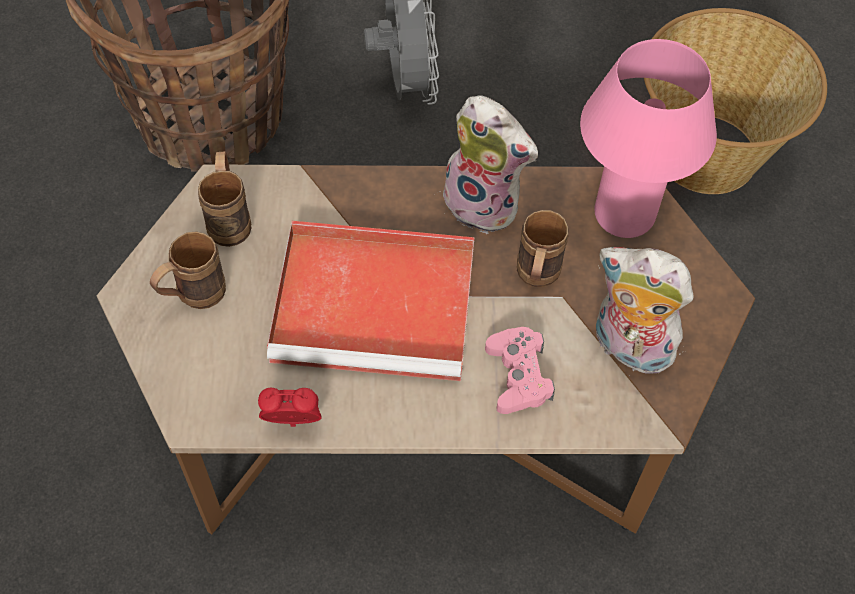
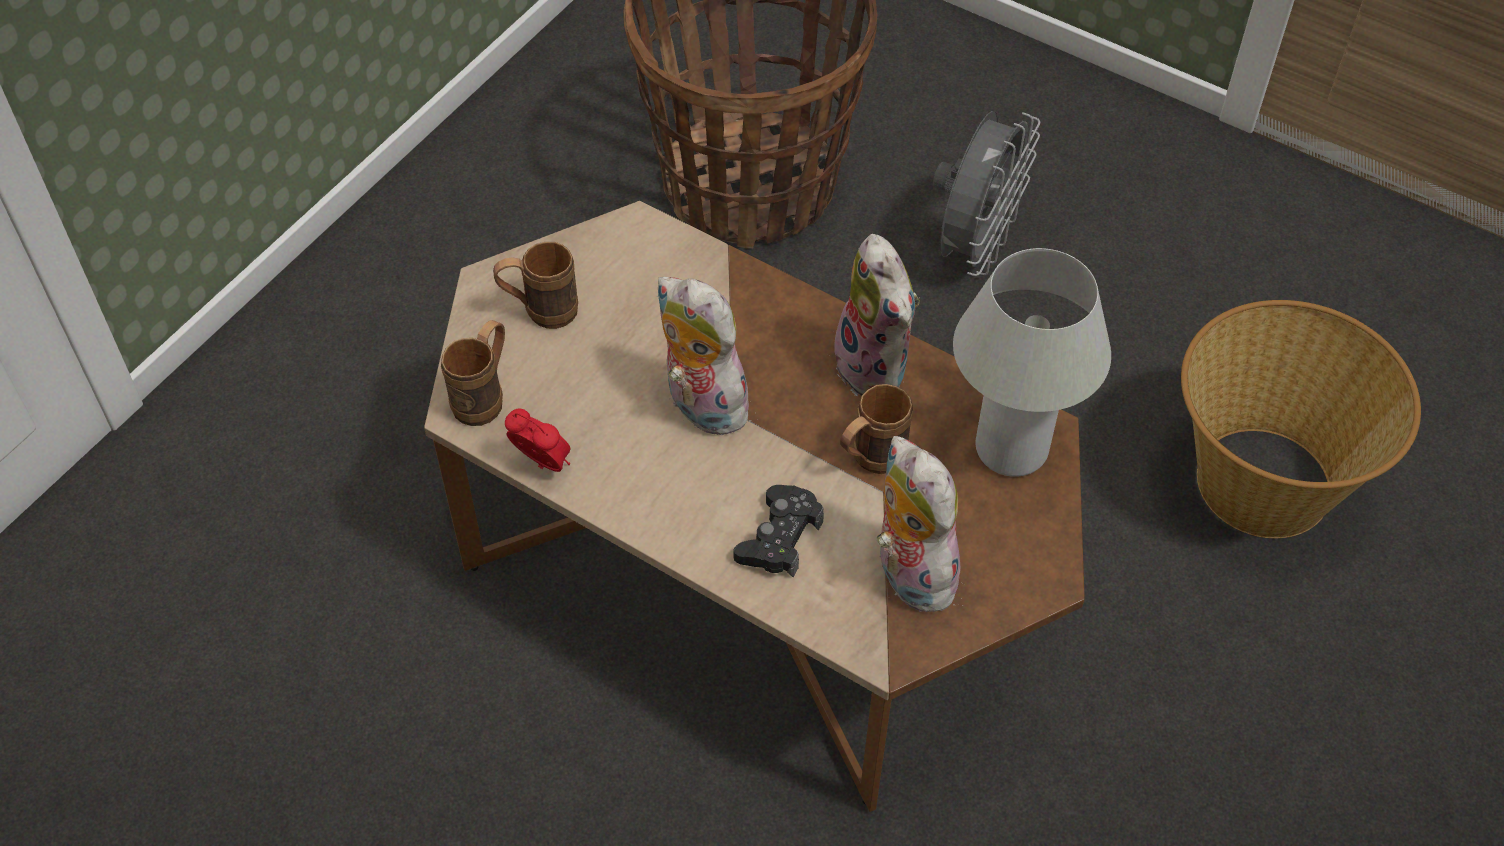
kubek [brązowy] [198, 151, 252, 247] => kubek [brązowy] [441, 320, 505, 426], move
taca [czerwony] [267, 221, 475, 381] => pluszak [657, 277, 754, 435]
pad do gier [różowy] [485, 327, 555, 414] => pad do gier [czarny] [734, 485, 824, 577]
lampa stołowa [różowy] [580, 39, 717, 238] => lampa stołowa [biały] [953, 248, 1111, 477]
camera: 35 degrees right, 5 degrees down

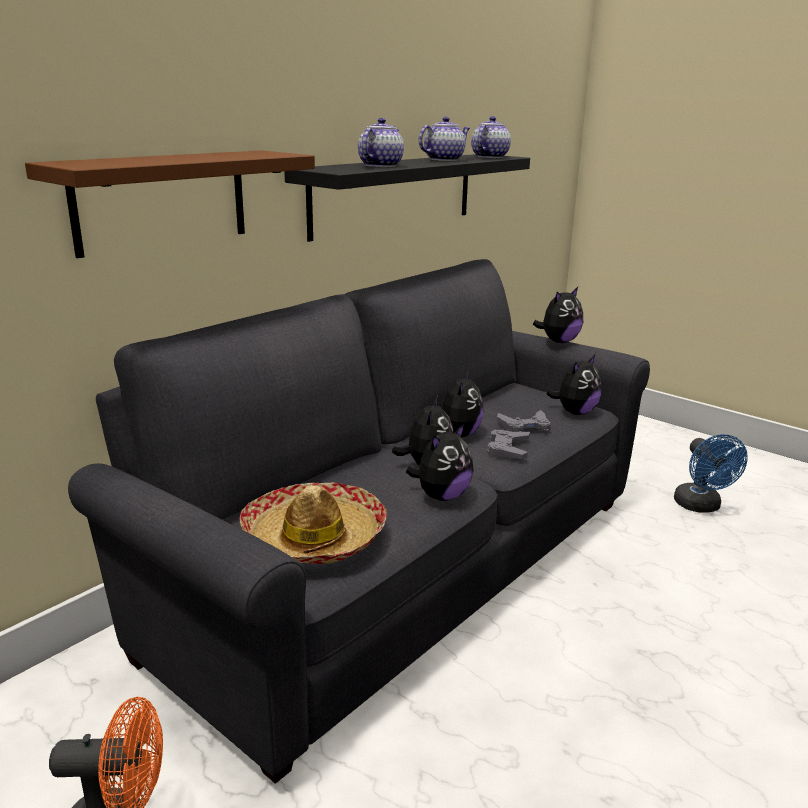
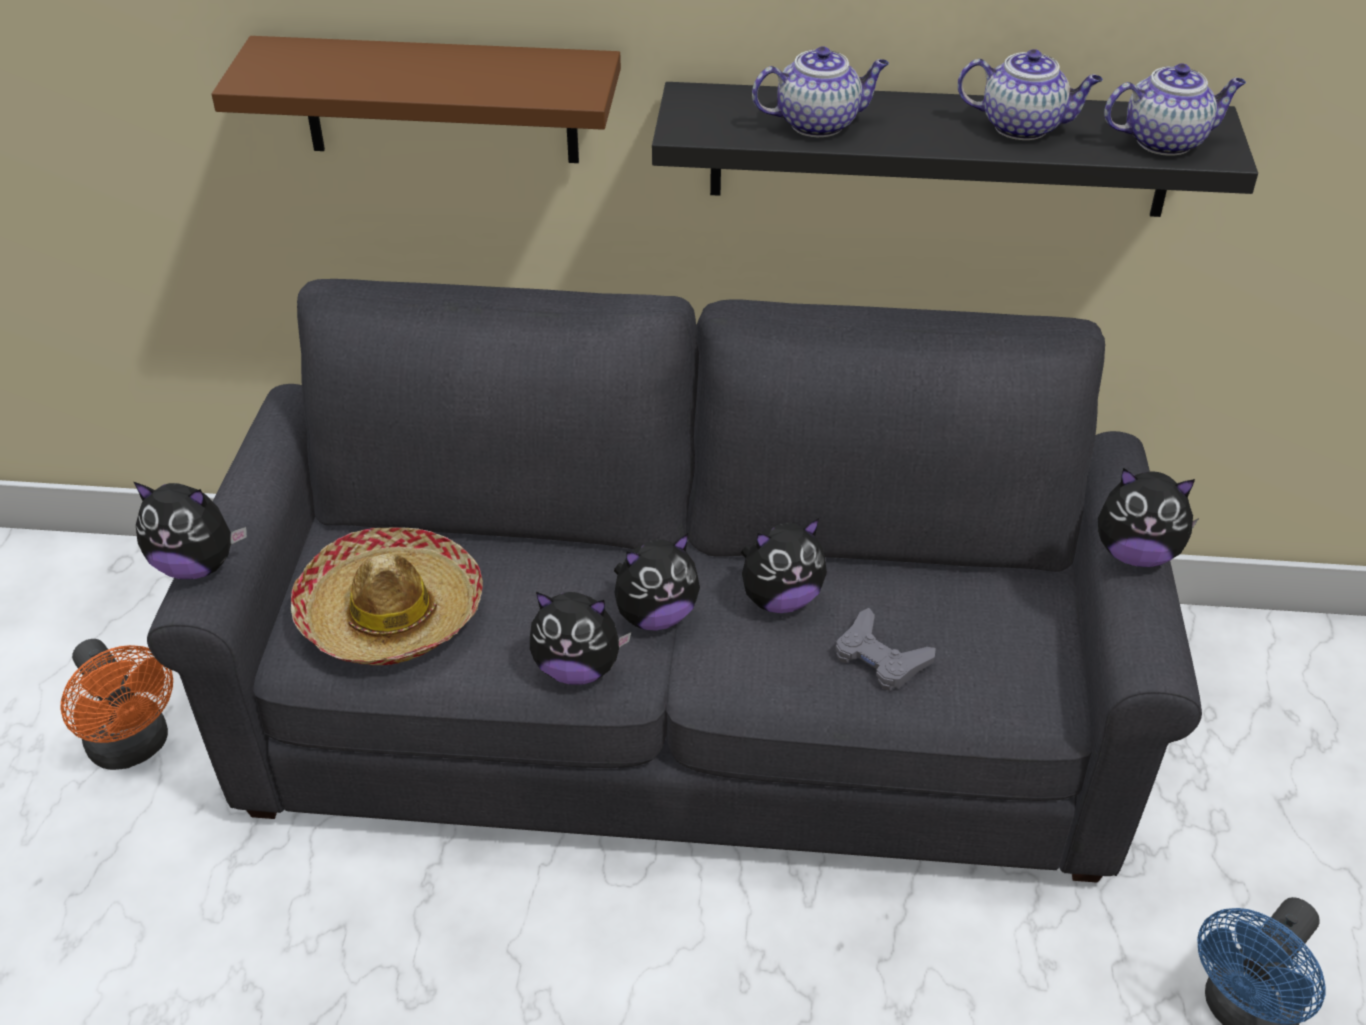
pad do gier [szary] [487, 429, 530, 459] => nothing
pluszak [546, 355, 601, 415] => pluszak [134, 482, 247, 579], move
camera: 55 degrees right, 20 degrees up

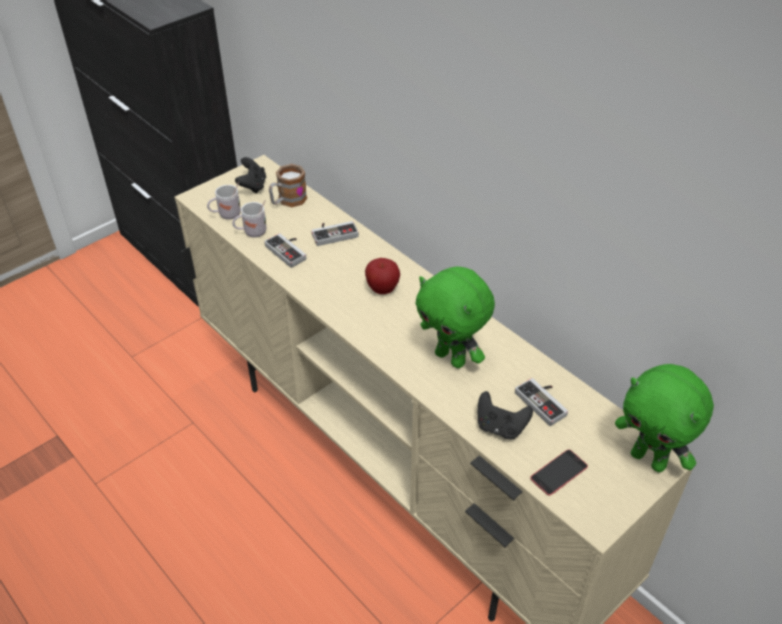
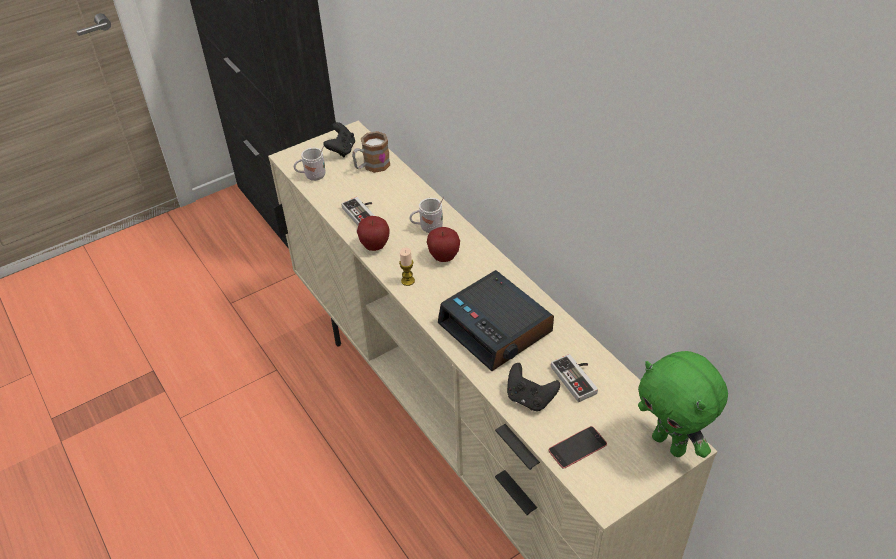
kubek [biały] [232, 200, 267, 238] => kubek [biały] [410, 197, 444, 233], move
pad do gier [311, 221, 359, 246] => nothing
pluszak [zielony] [415, 266, 495, 368] => budzik [438, 270, 554, 371]
nothing => jabłko [357, 216, 390, 251]
nothing => świeca [399, 248, 415, 286]
camera: 10 degrees right, 0 degrees up

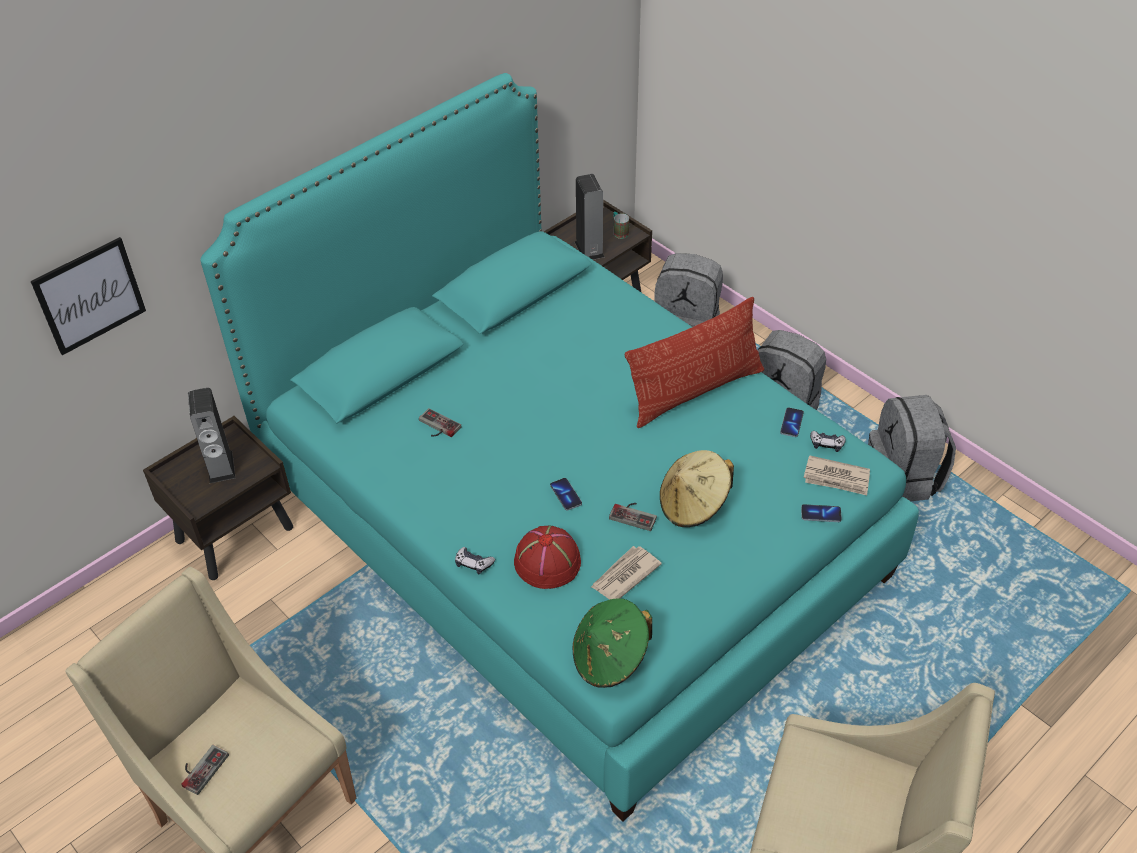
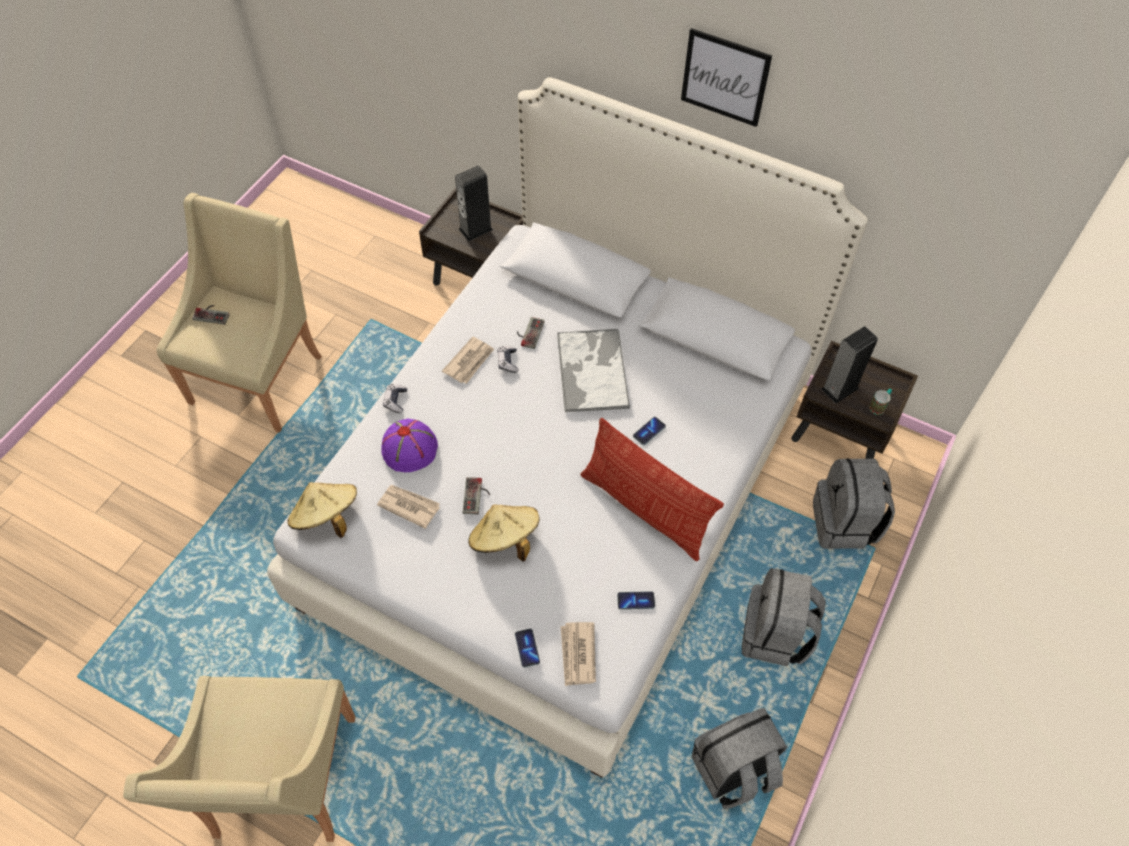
obraz [30, 237, 146, 355] => obraz [681, 28, 772, 127], move
łóżko [turkusowy] [200, 73, 919, 821] => łóżko [biały] [267, 77, 868, 778]
kapelusz [czerwony] [514, 526, 581, 589] => kapelusz [fioletowy] [381, 419, 438, 472]
telefon [550, 478, 582, 511] => telefon [633, 417, 666, 445], move
kapelusz [zielony] [573, 598, 652, 688] => kapelusz [beżowy] [287, 482, 357, 538]
pad do gier [810, 431, 846, 452] => pad do gier [497, 346, 518, 373], move
nothing => gazeta [442, 337, 494, 384]
nothing => taca [557, 328, 630, 412]
camera: 70 degrees right, 10 degrees up

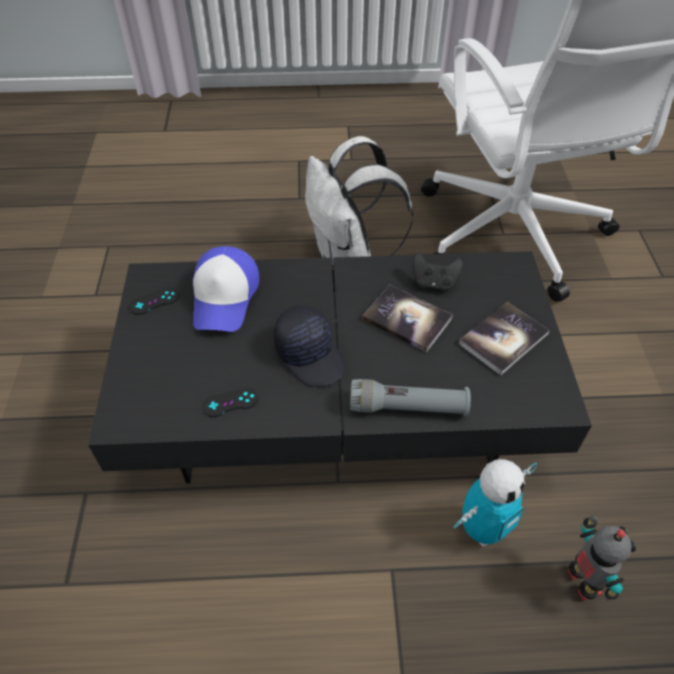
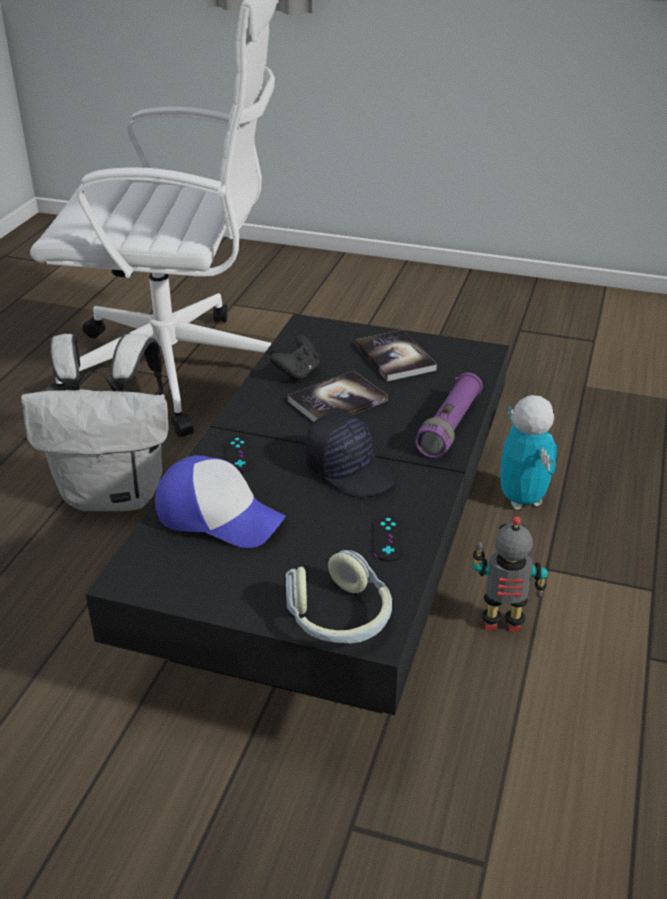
pad do gier [czarny] [129, 288, 179, 315] => pad do gier [czarny] [224, 435, 254, 473], move
czapka z daszkiem [czarny] [274, 305, 346, 387] => czapka z daszkiem [czarny] [305, 413, 395, 498], 60 degrees clockwise
latarka [szary] [350, 379, 471, 416] => latarka [fioletowy] [415, 373, 483, 458]
robot zabawkowy [568, 514, 636, 601] => robot zabawkowy [473, 517, 548, 632], move
nothing => słuchawki [286, 550, 392, 643]
camera: 70 degrees left, 15 degrees down

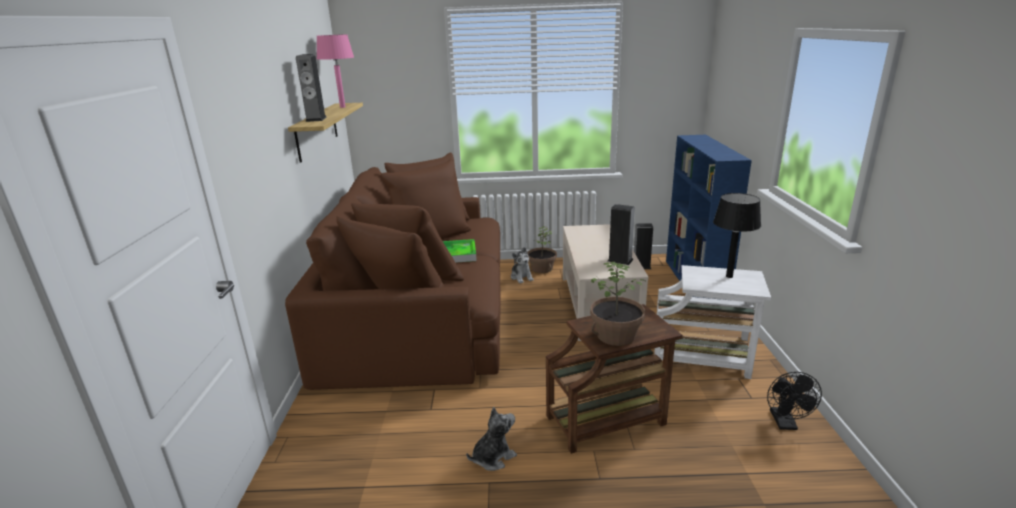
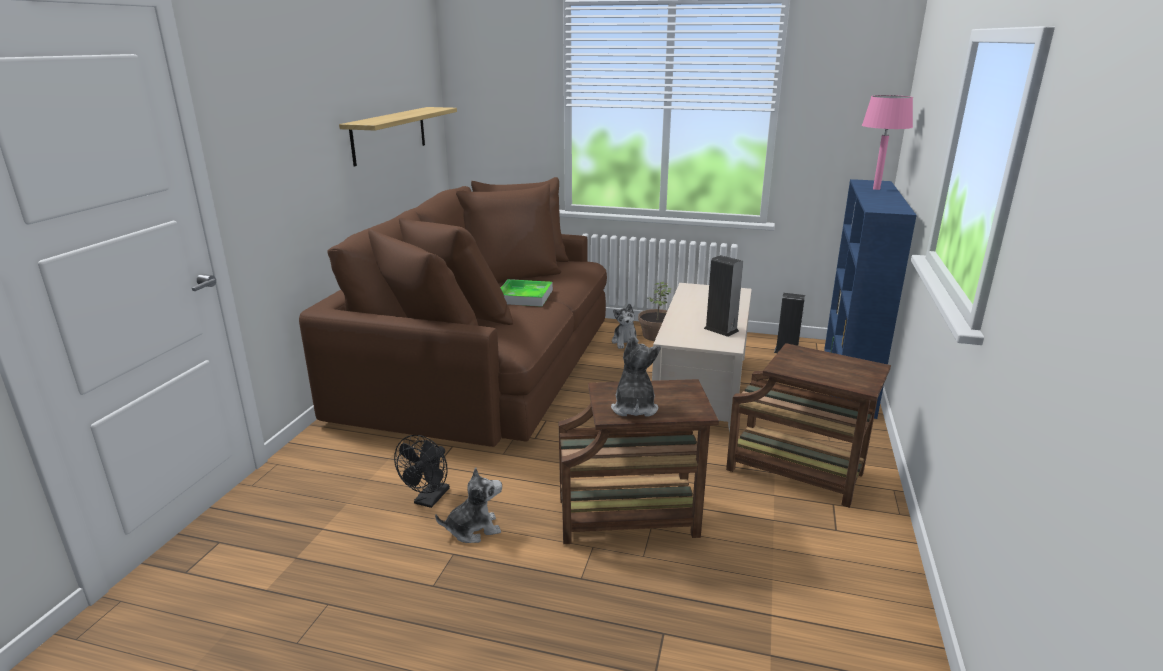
głośnik [296, 54, 326, 122] => nothing
lampa stołowa [różowy] [317, 35, 354, 108] => lampa stołowa [różowy] [862, 95, 913, 190], move
roślina doniczkowa [590, 262, 645, 346] => pluszak [611, 336, 661, 417]
stolik [biały] [654, 265, 771, 379] => stolik [brązowy] [726, 343, 891, 508]
lampa stołowa [czarny] [713, 193, 761, 278] => nothing
wentylator [czarny] [767, 372, 822, 430] => wentylator [czarny] [394, 435, 450, 508], move
camera: 15 degrees right, 0 degrees up

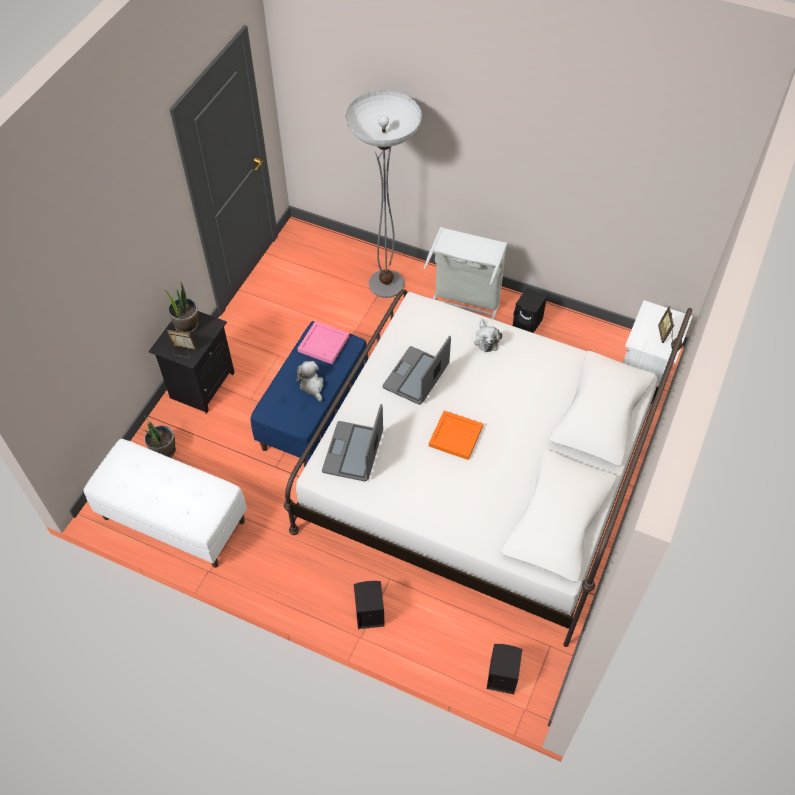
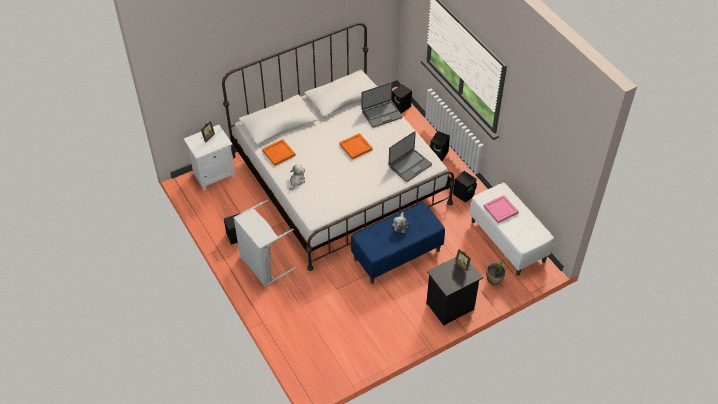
roślina doniczkowa [165, 282, 198, 333] => nothing
taca [różowy] [297, 321, 349, 364] => taca [różowy] [483, 195, 519, 223], move
lampa stojąca [345, 90, 422, 298] => nothing
laptop [382, 336, 451, 405] => laptop [362, 82, 403, 128], move
nothing => taca [pomarańczowy] [262, 139, 296, 166]
nothing => głośnik [czarny] [453, 171, 477, 202]
camera: 145 degrees left, 5 degrees down

